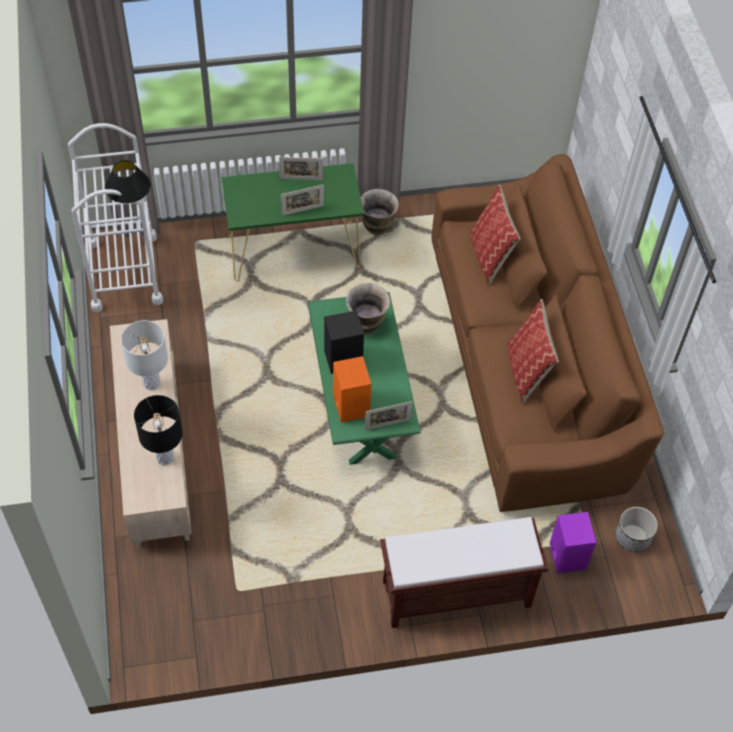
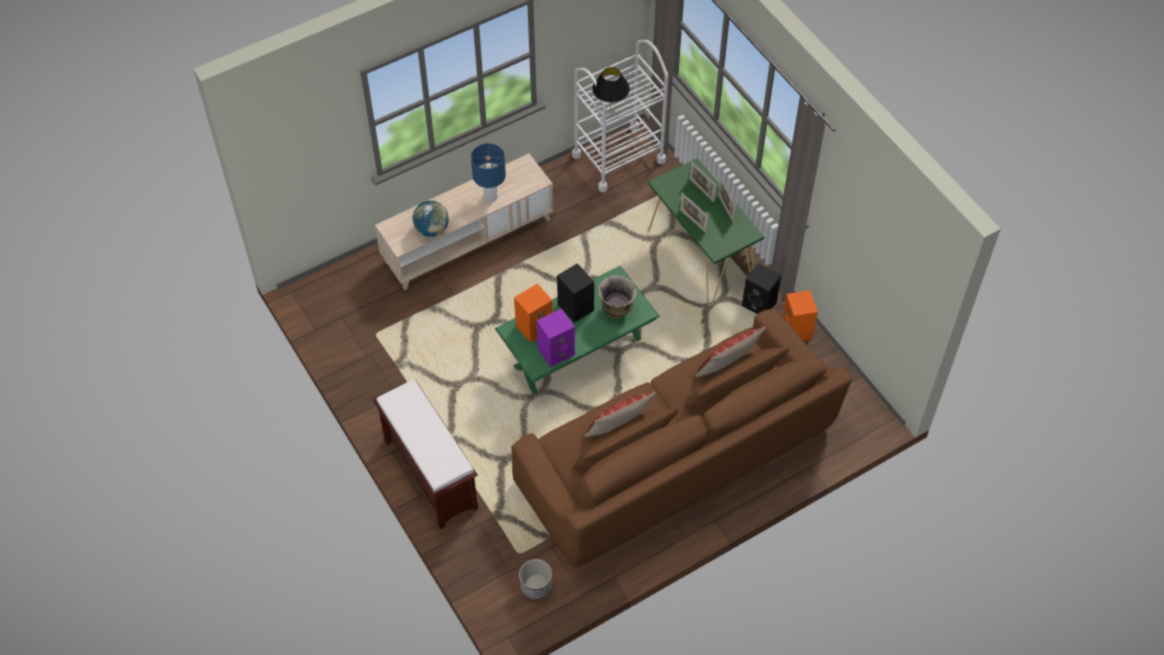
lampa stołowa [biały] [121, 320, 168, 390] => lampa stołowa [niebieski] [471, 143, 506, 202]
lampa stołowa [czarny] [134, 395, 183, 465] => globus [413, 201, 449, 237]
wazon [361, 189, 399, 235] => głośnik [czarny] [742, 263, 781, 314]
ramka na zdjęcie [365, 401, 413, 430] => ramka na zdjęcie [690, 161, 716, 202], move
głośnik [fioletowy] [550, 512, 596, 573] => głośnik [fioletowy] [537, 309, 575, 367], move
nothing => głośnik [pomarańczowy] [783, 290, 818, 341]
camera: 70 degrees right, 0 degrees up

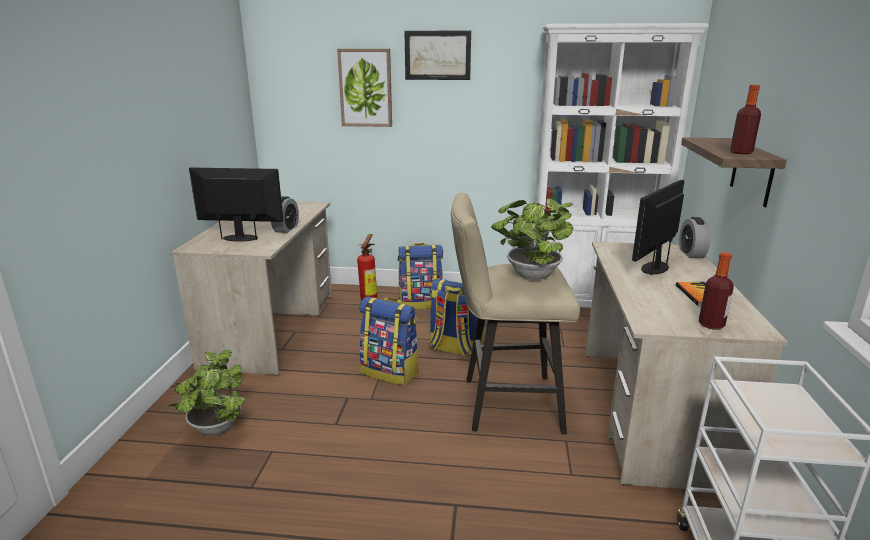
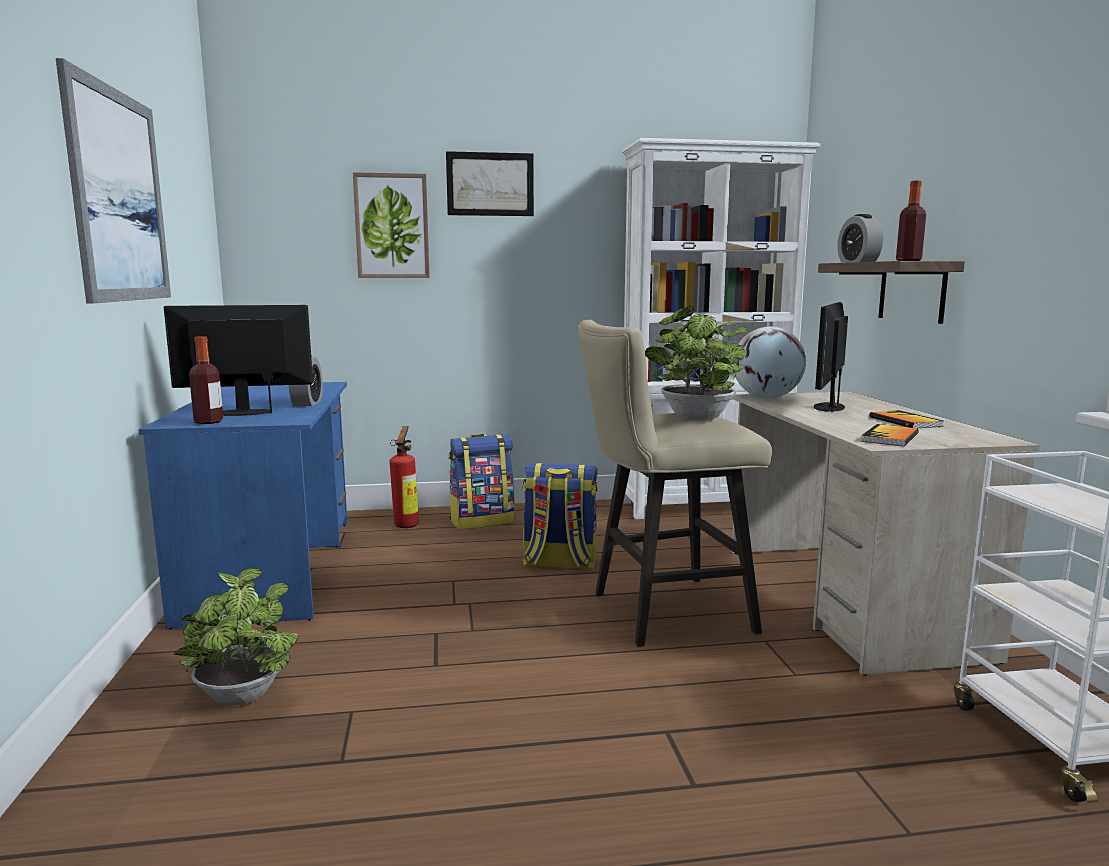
biurko [beżowy] [170, 201, 332, 376] => biurko [niebieski] [138, 382, 348, 630]
plecak [359, 297, 419, 386] => nothing
budzik [679, 217, 710, 258] => budzik [838, 214, 883, 263], move
butelka [699, 252, 734, 330] => butelka [189, 336, 223, 424], move
nothing => obraz [56, 58, 171, 304]
nothing => globus [733, 327, 806, 398]
nothing => książka [862, 424, 919, 446]
camera: 15 degrees left, 10 degrees down

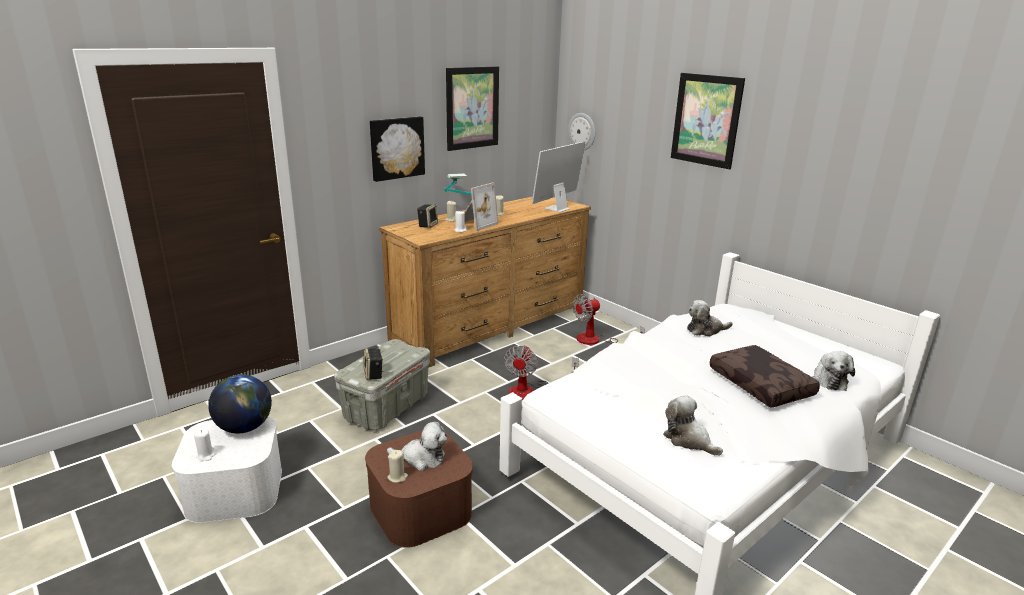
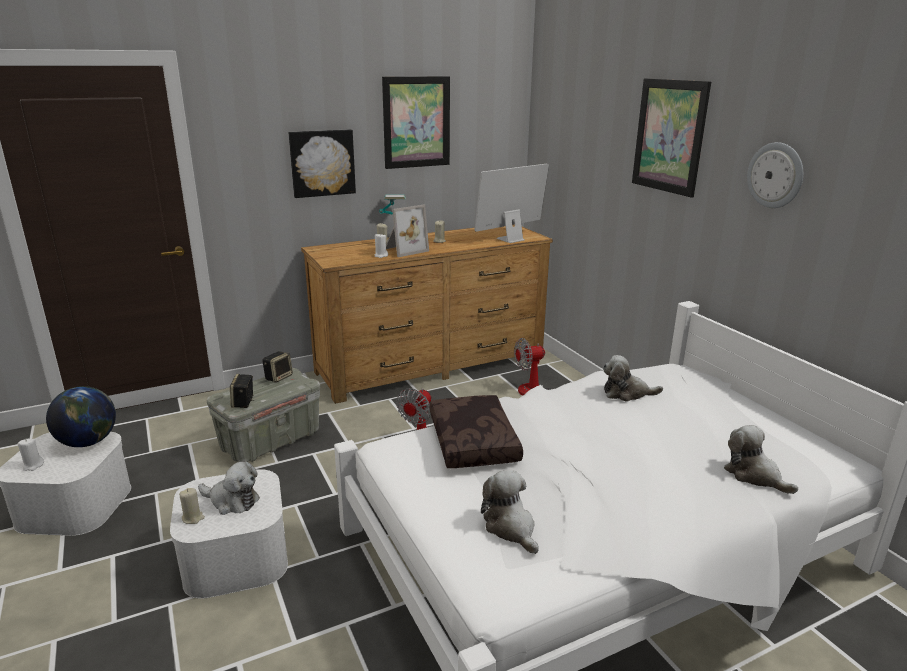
pojemnik do przechowywania [brązowy] [365, 430, 473, 548] => pojemnik do przechowywania [biały] [170, 469, 288, 599]
głośnik [417, 204, 438, 228] => głośnik [262, 351, 293, 383], move
zegar ścienny [568, 113, 595, 150] => zegar ścienny [747, 142, 803, 208], move
poduszka [brązowy] [710, 345, 820, 407] => poduszka [brązowy] [430, 395, 523, 468], move
pluszak [812, 351, 855, 391] => pluszak [724, 425, 798, 494], 120 degrees clockwise
camera: 15 degrees right, 0 degrees up

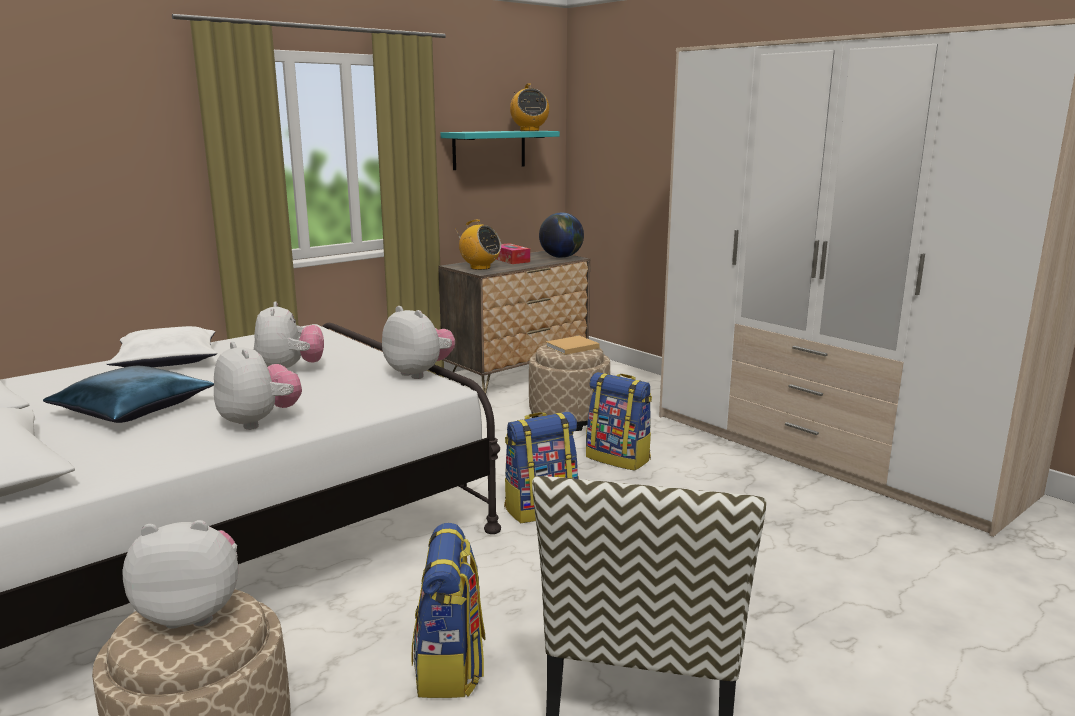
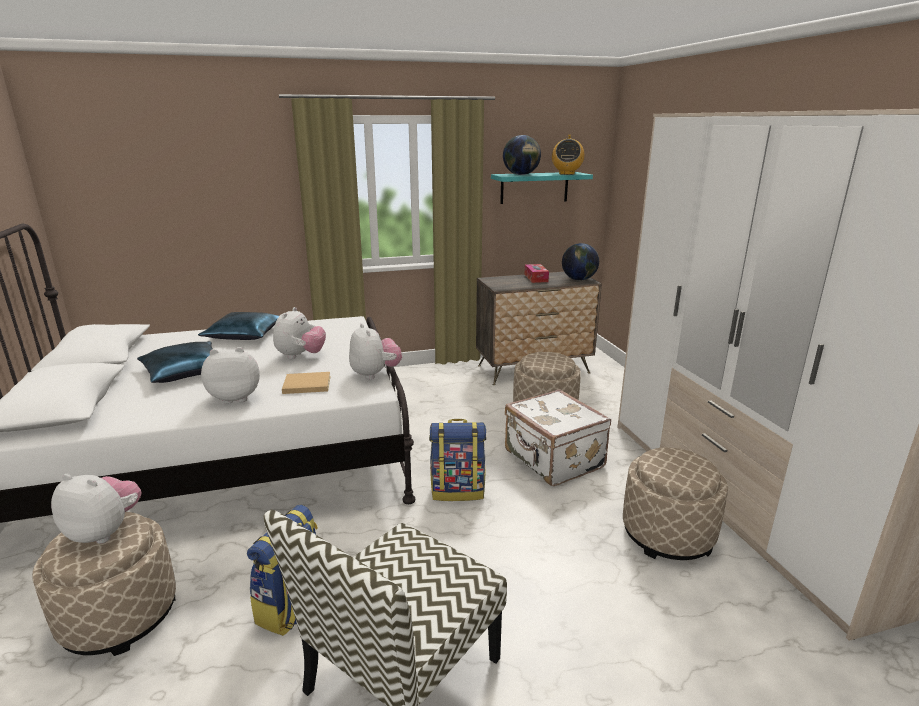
poduszka [biały] [106, 326, 217, 367] => poduszka [niebieski] [198, 312, 279, 340]
pluszak [214, 342, 302, 430] => pluszak [201, 347, 260, 404], 90 degrees counterclockwise
radio [455, 220, 501, 270] => nothing
książka [beżowy] [546, 336, 600, 355] => książka [beżowy] [282, 372, 331, 394], move
plecak [586, 372, 652, 471] => walizka [biały] [505, 389, 611, 486]
nothing => globus [503, 135, 541, 175]
nothing => pufa [beżowy] [623, 448, 728, 560]
camera: 25 degrees right, 5 degrees up

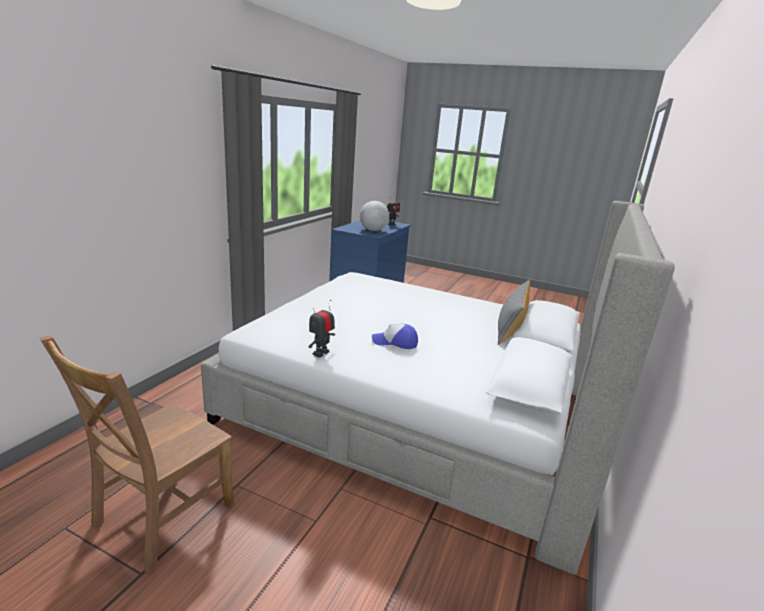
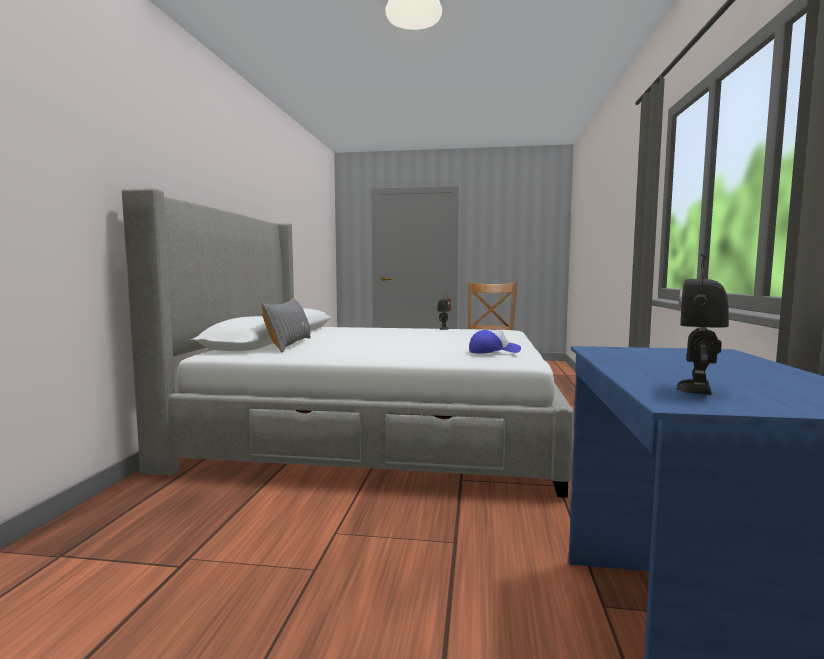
globus [360, 201, 389, 231] => nothing
czapka z daszkiem [372, 323, 418, 349] => czapka z daszkiem [469, 330, 521, 354], move
camera: 165 degrees right, 15 degrees down

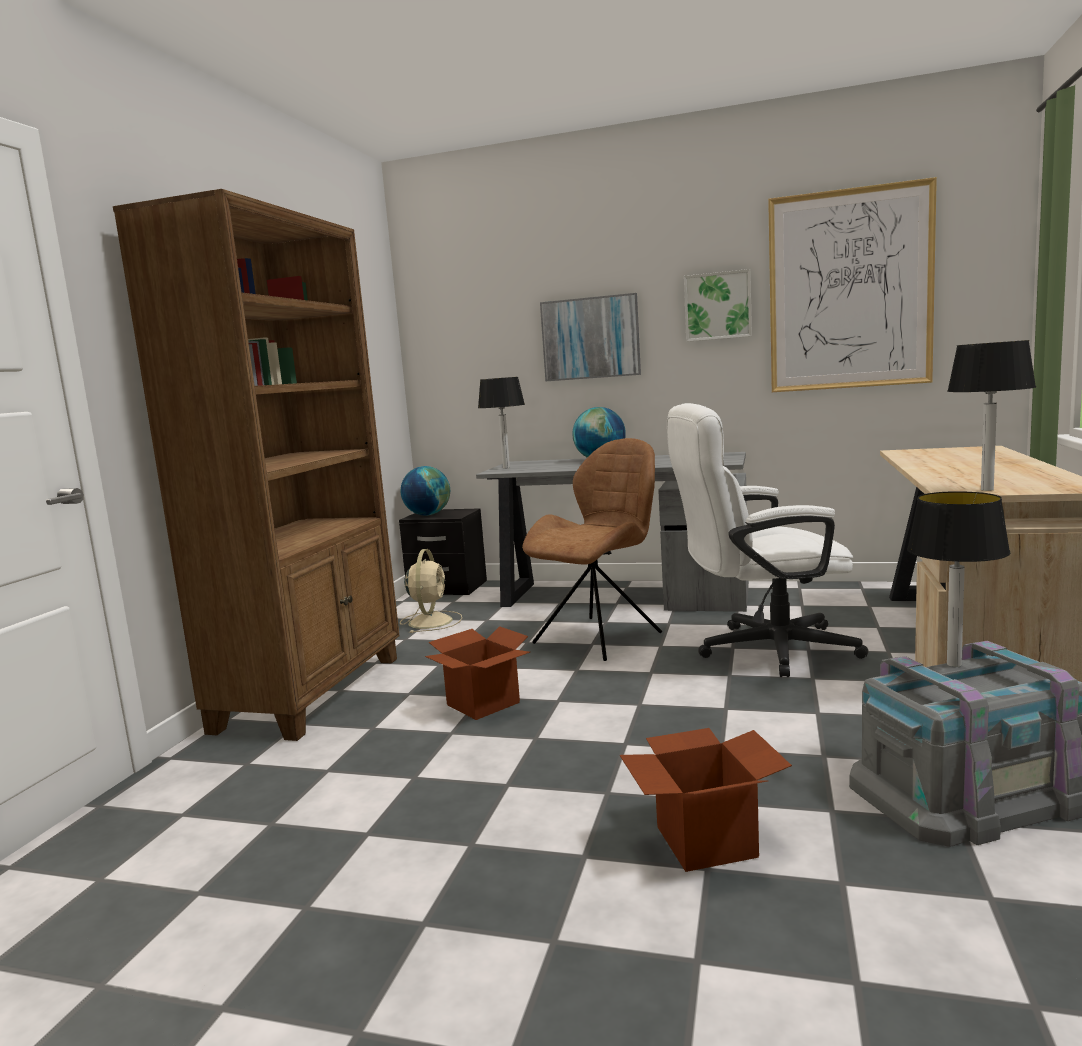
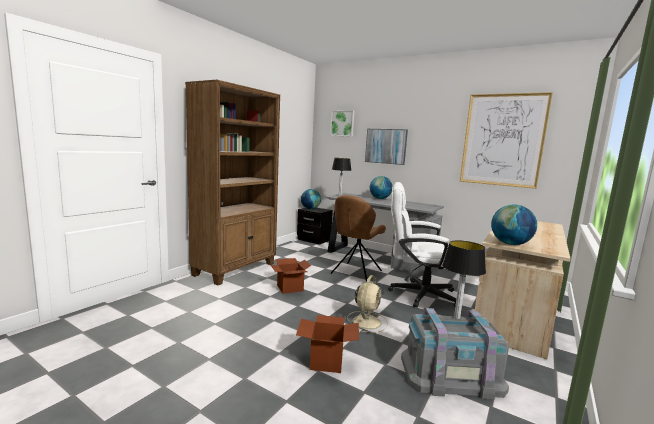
wentylator [beżowy] [400, 549, 462, 633] => wentylator [beżowy] [347, 275, 388, 333], move
krzesło [brązowy] [522, 438, 662, 661] => krzesło [brązowy] [331, 195, 386, 282], 150 degrees clockwise
obraz [684, 269, 752, 342] => obraz [330, 111, 354, 137], move
lampa stołowa [947, 340, 1036, 491] => globus [491, 205, 537, 245]
camera: 15 degrees right, 0 degrees up

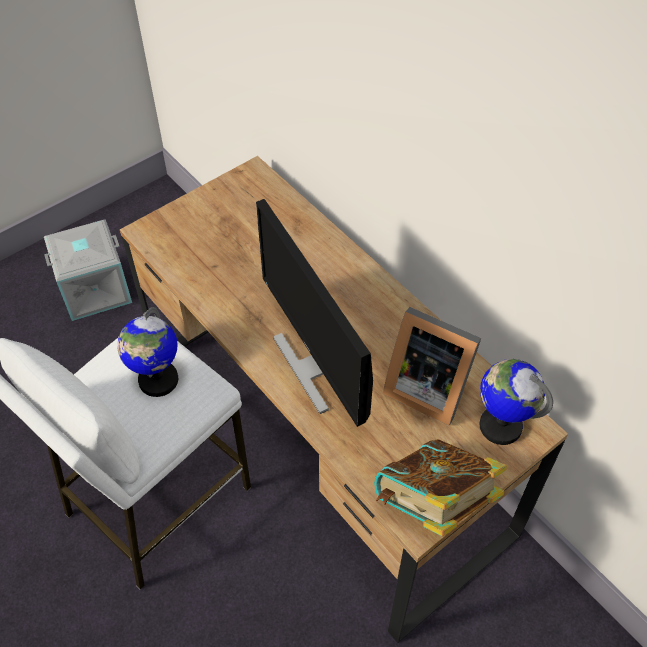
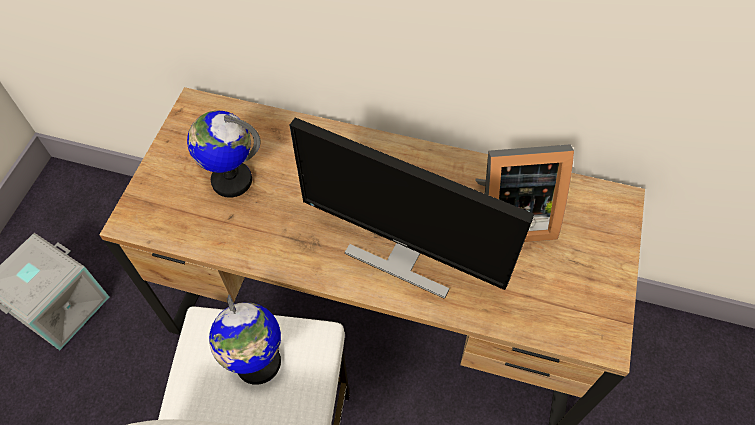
książka [374, 439, 507, 537] => nothing
globus [479, 359, 553, 445] => globus [187, 111, 260, 198], move
camera: 35 degrees left, 5 degrees up

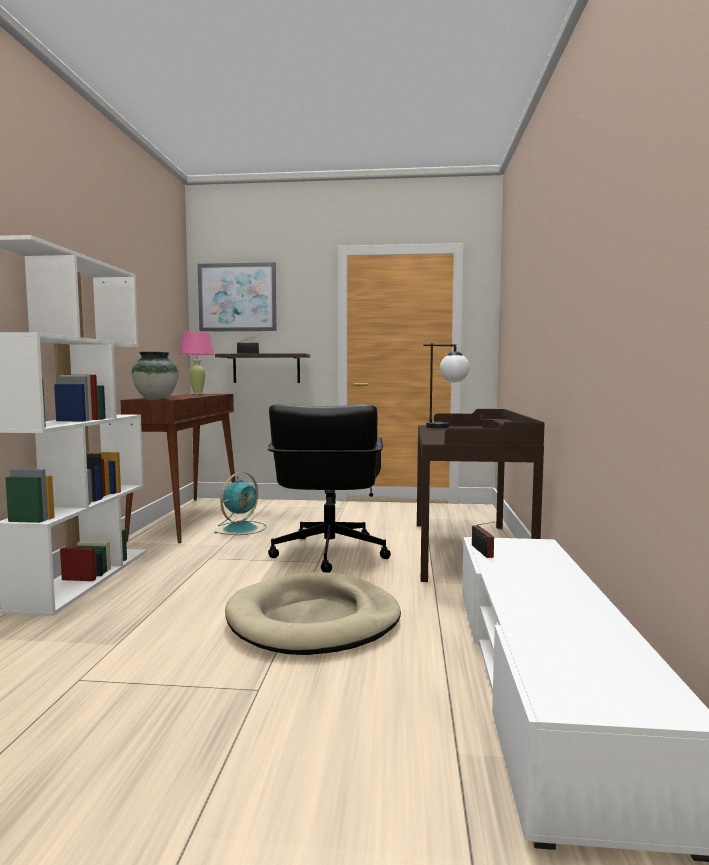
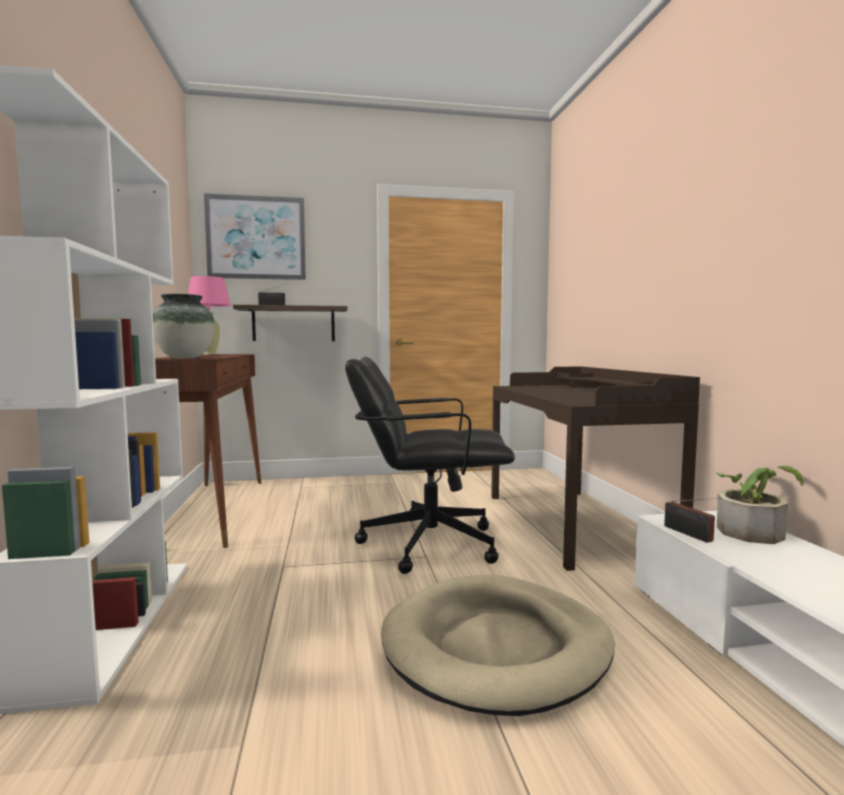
wentylator [turkusowy] [214, 472, 266, 535] => nothing
krzesło biurowe [czarny] [268, 404, 391, 573] => krzesło biurowe [czarny] [345, 357, 515, 574], 105 degrees clockwise
lampa stołowa [423, 343, 470, 428] => nothing
nothing => roślina doniczkowa [716, 466, 804, 544]
camera: 15 degrees left, 0 degrees up

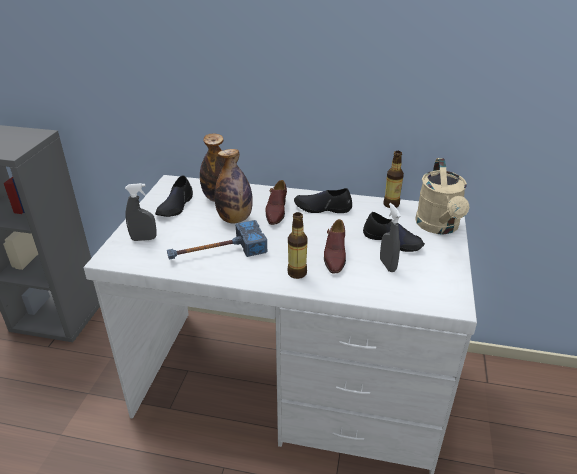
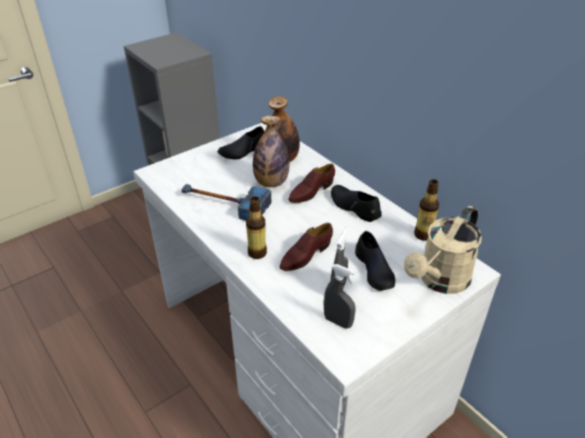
spryskiwacz [szary] [125, 183, 156, 241] => spryskiwacz [szary] [323, 264, 356, 329], move
camera: 40 degrees right, 5 degrees up

